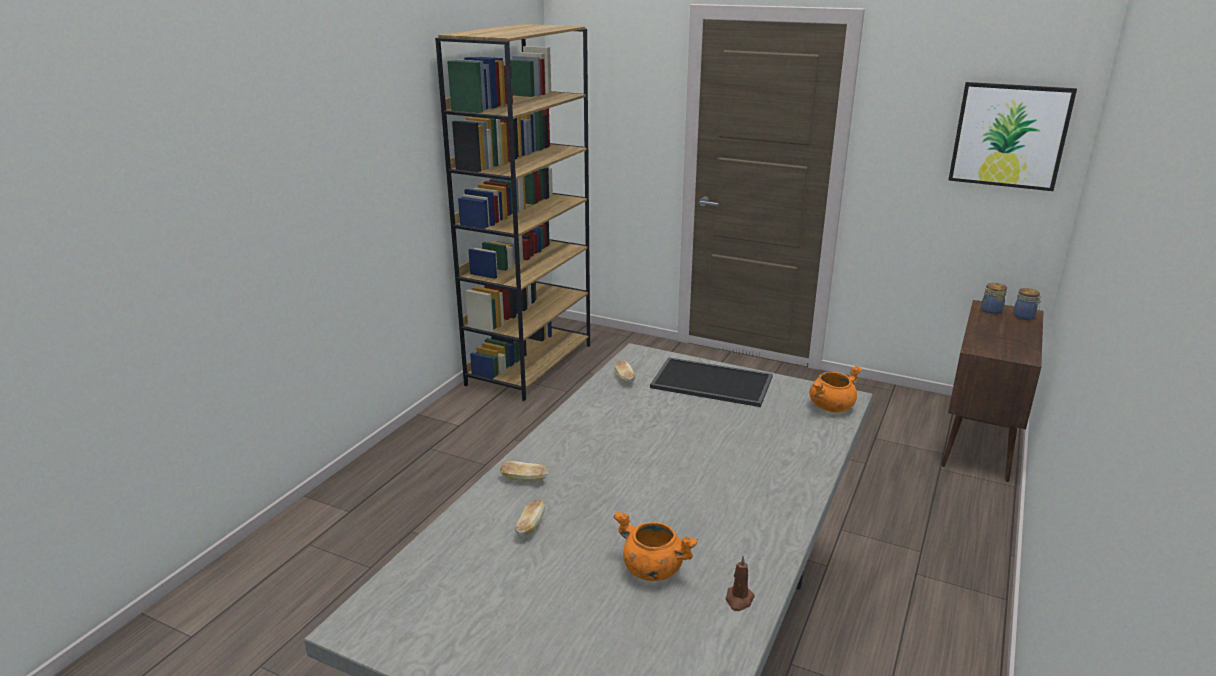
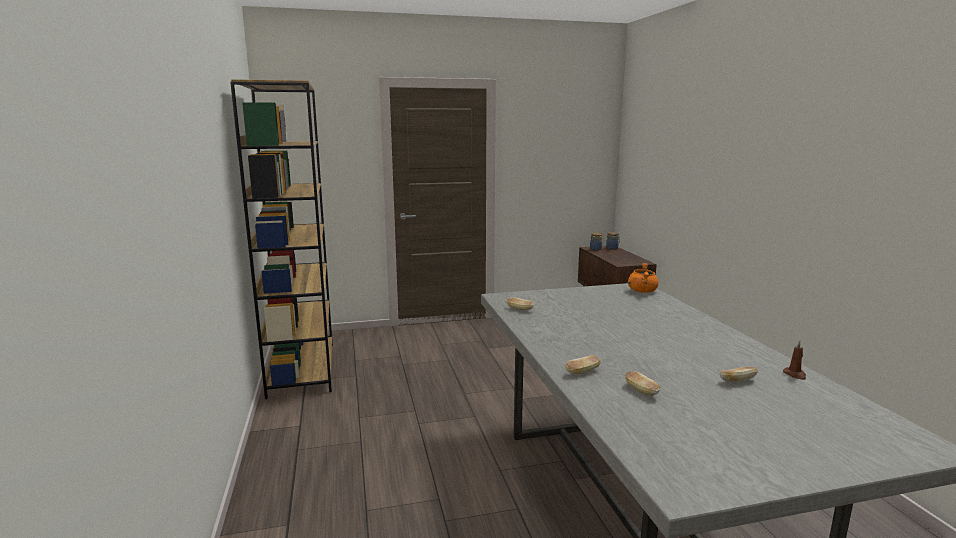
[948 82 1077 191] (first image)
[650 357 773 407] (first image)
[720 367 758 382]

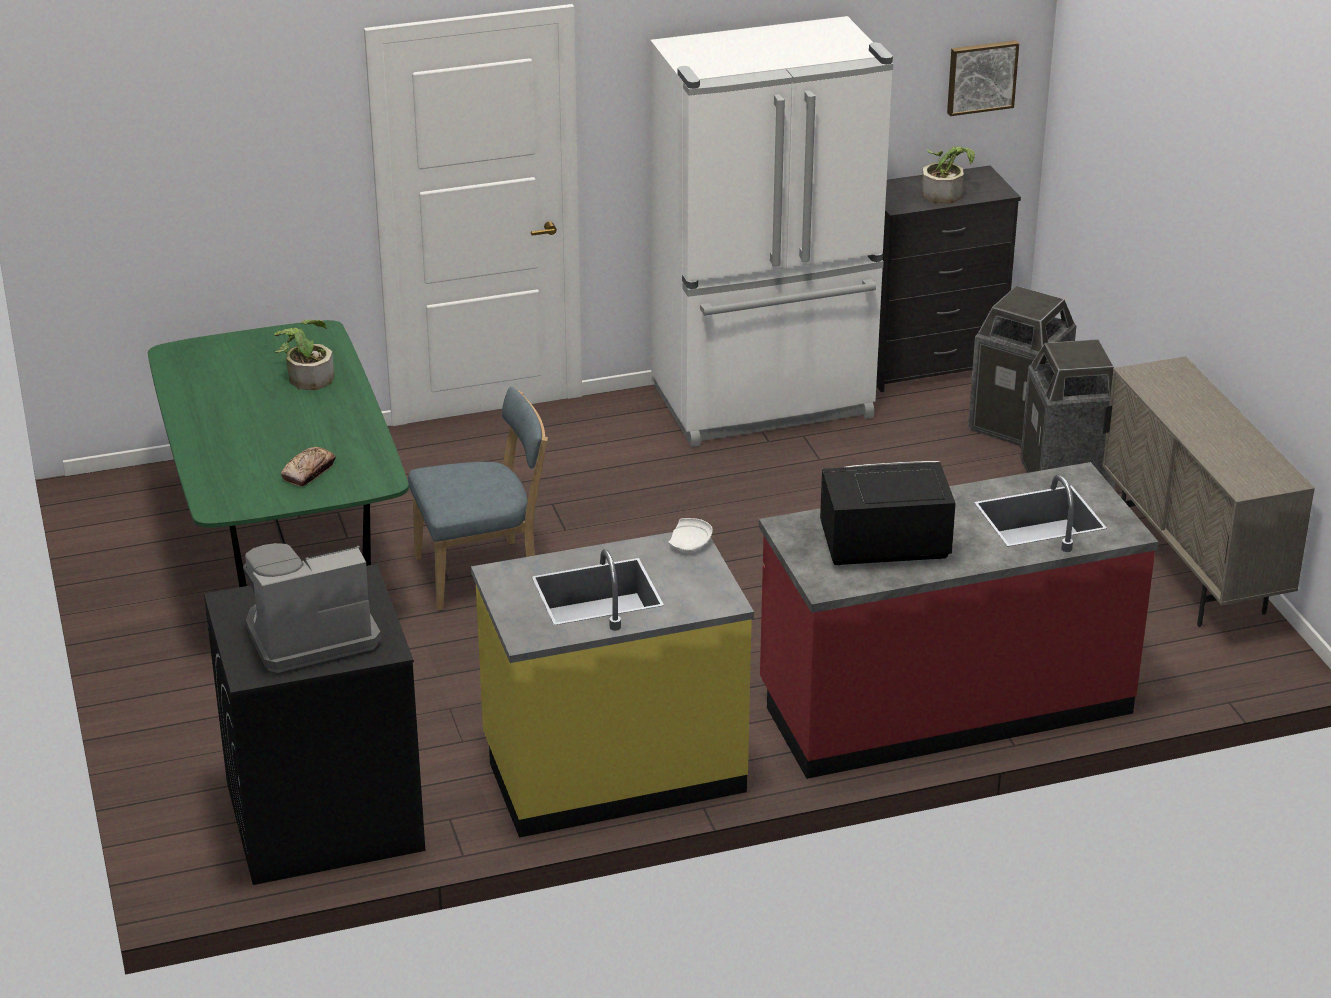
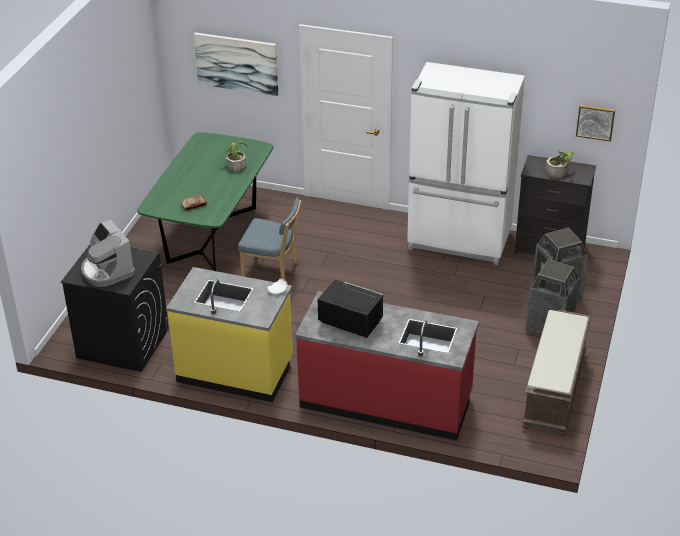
[522 310 591 436]
[81 220 135 287]
[194 33 278 96]

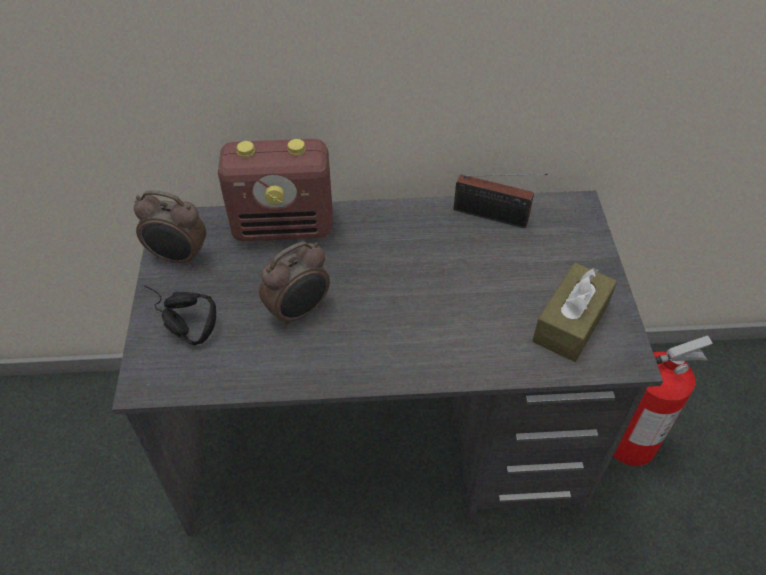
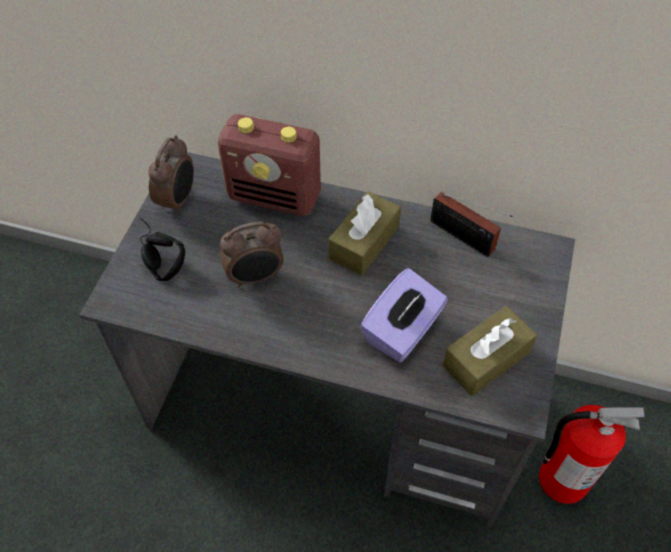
[148 135 194 215]
[328 191 401 276]
[360 268 448 363]

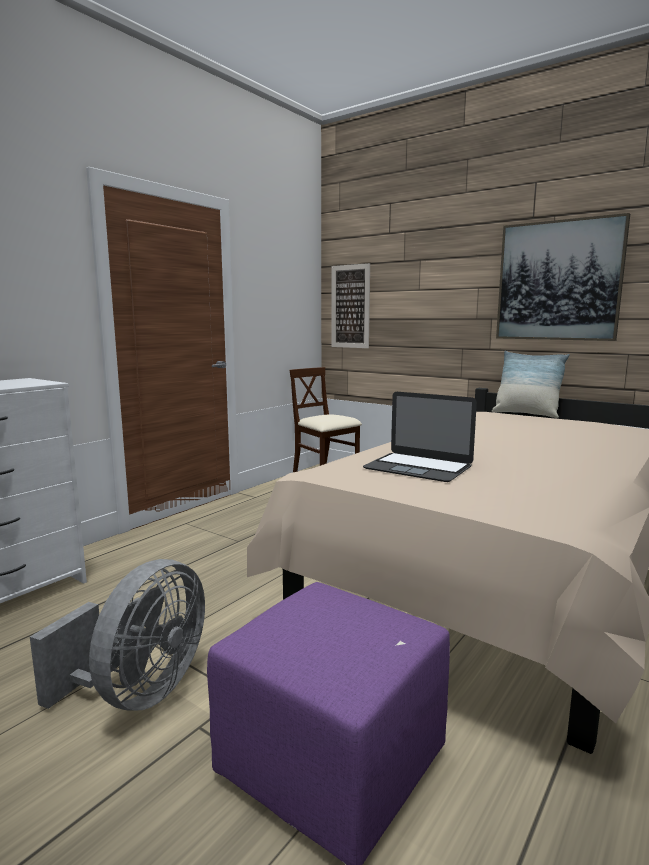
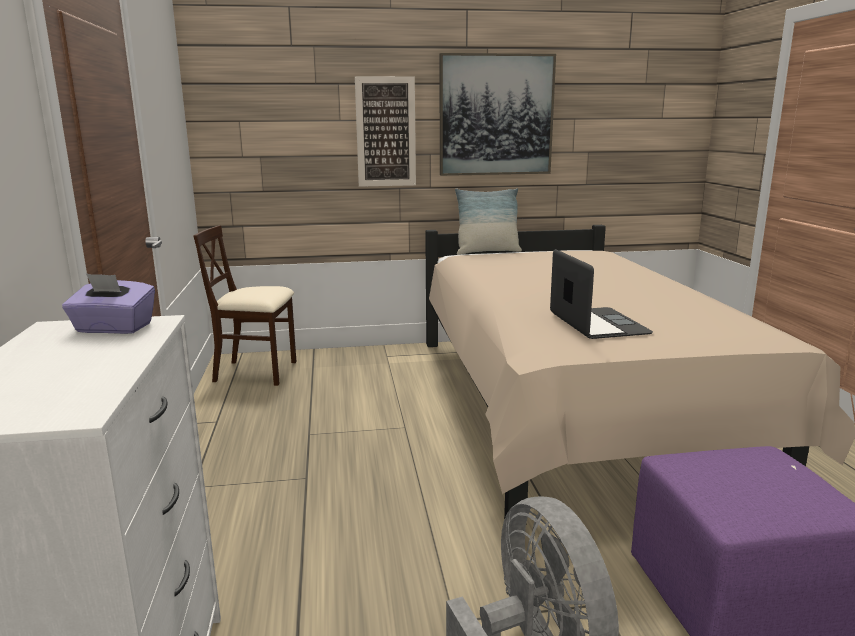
[355 76 416 187]
[550 249 653 339]
[62 273 155 334]

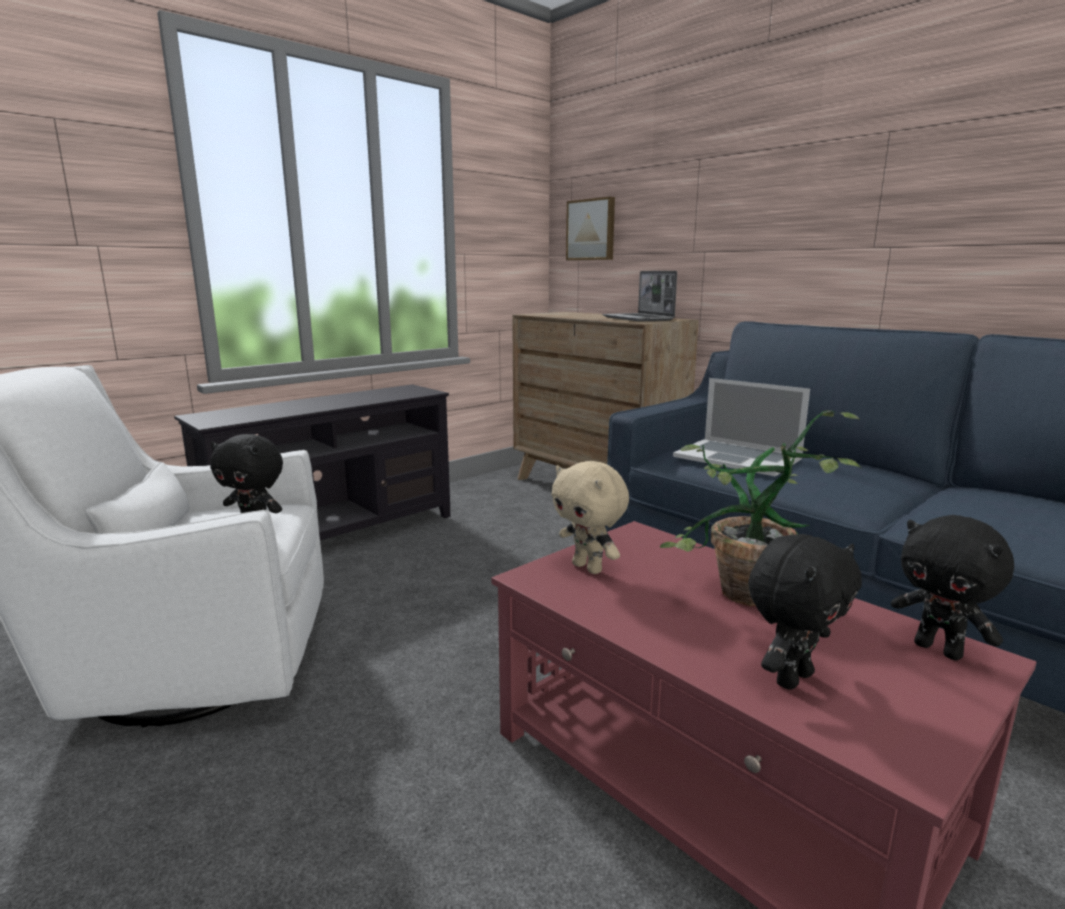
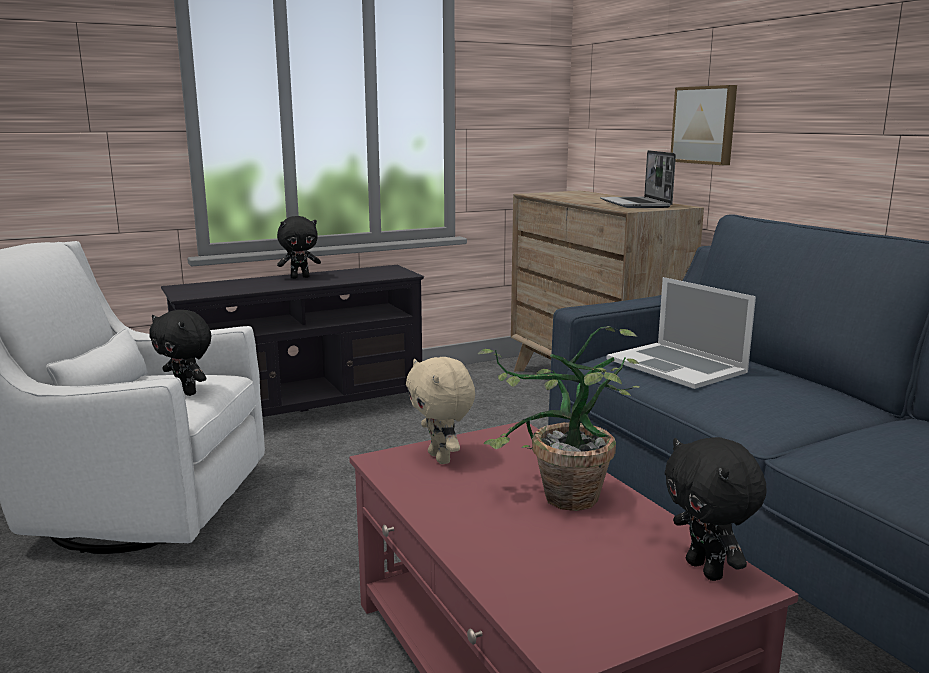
[671 85 737 165]
[277 216 321 279]

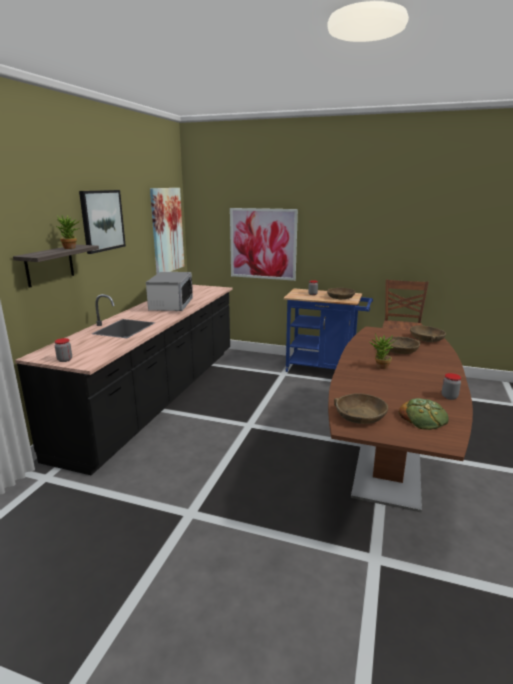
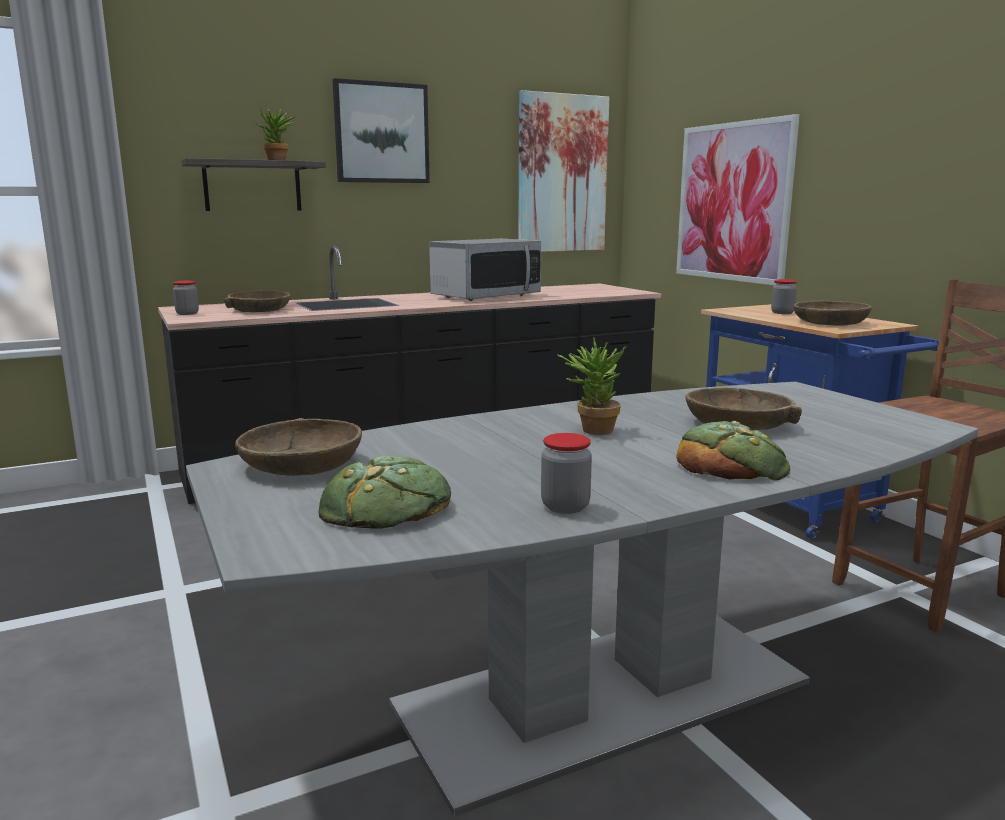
[186 382 979 816]
[224 290 290 312]
[676 421 790 481]

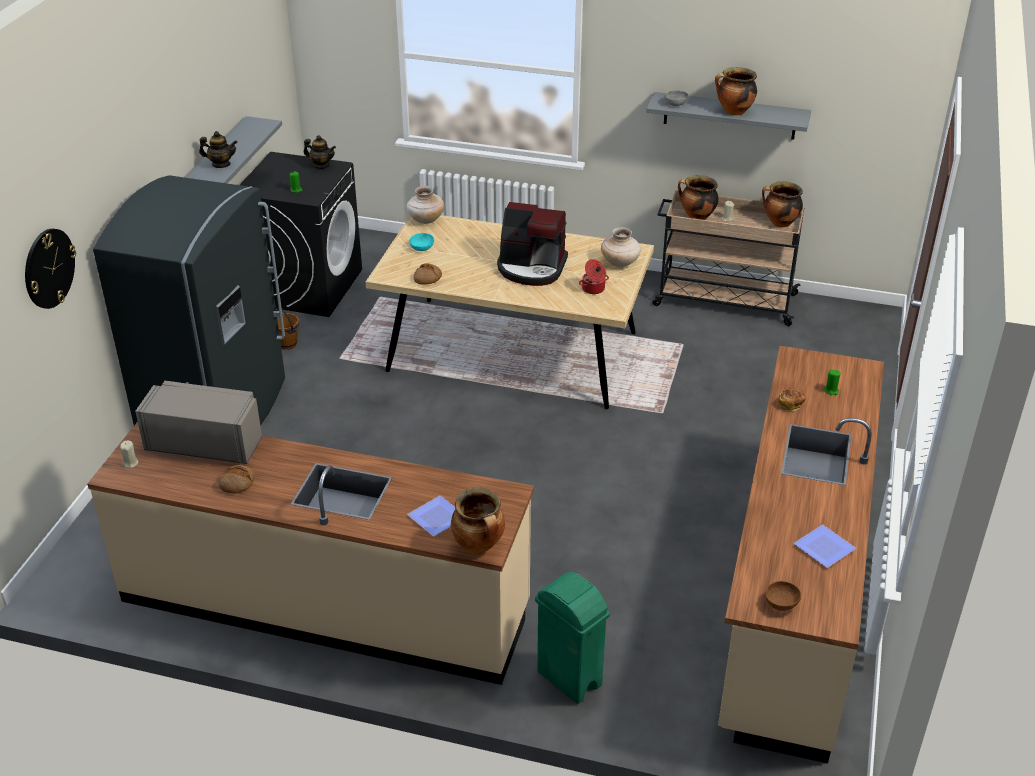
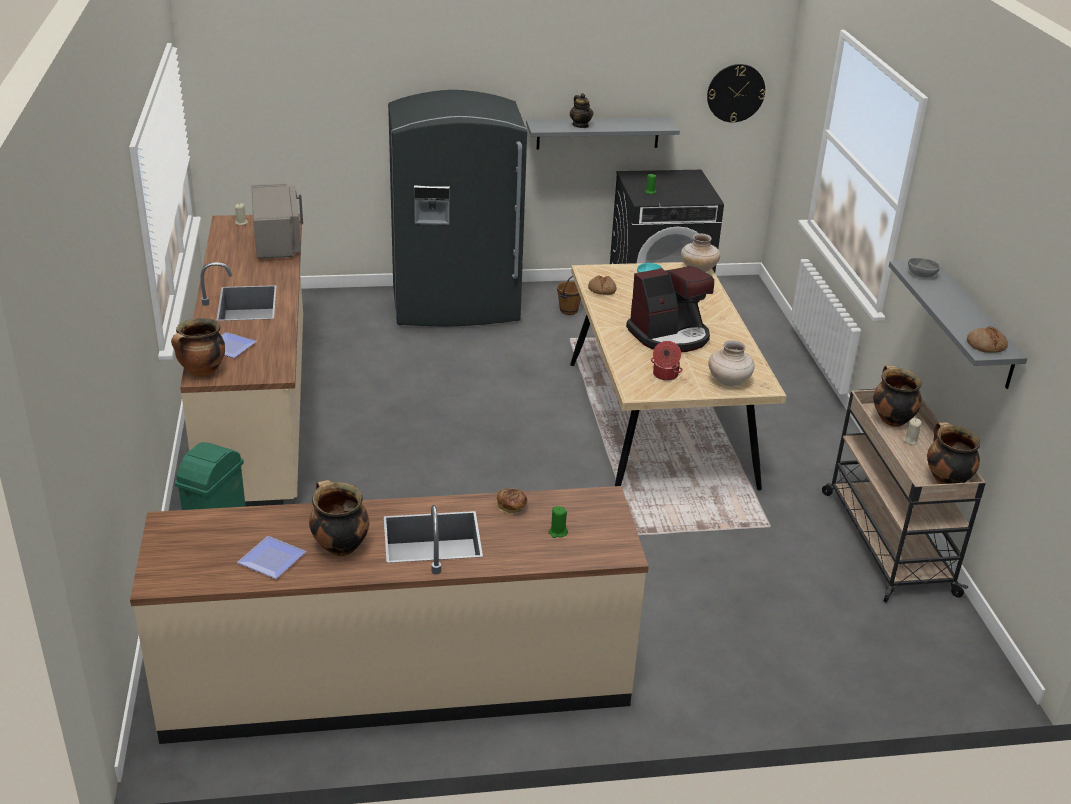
[309 480 369 556]
[304 135 336 169] (first image)
[626 266 714 352]
[707 64 765 123]
[967 326 1008 353]
[765 581 801 611] (first image)

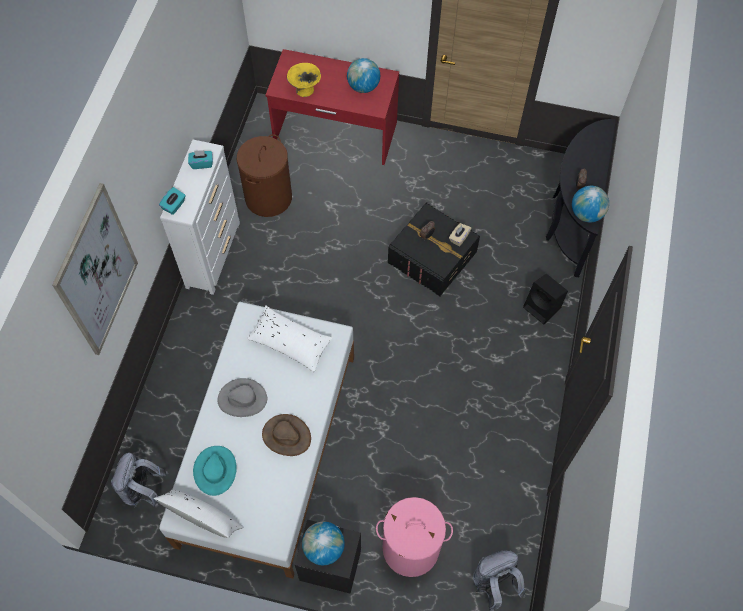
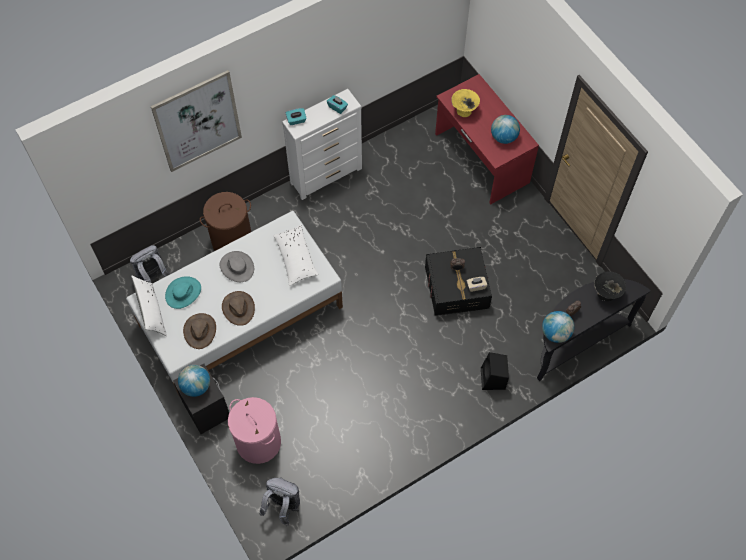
[200 192 251 251]
[594 271 626 301]
[183 313 216 349]

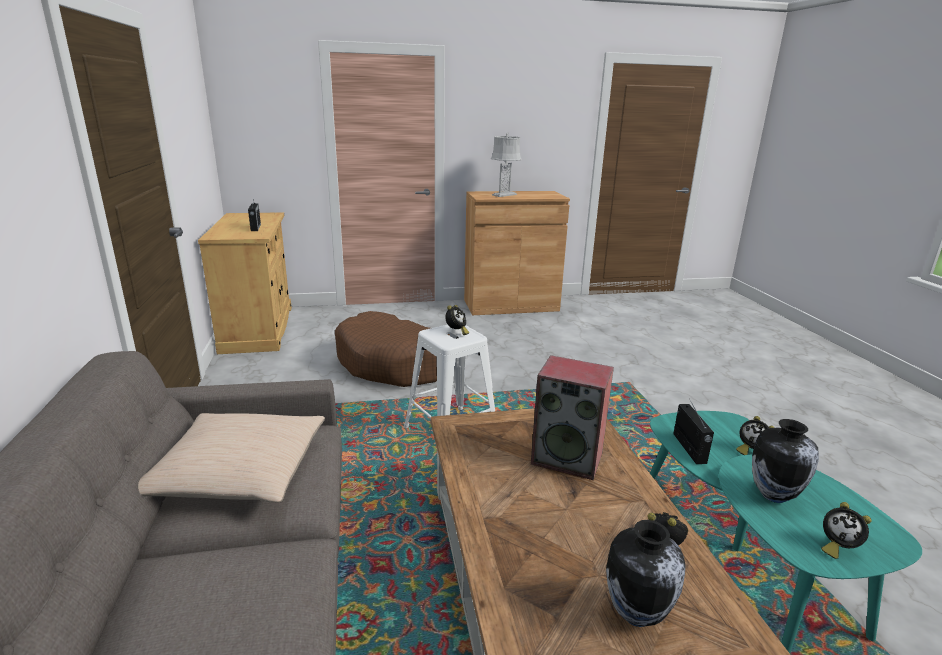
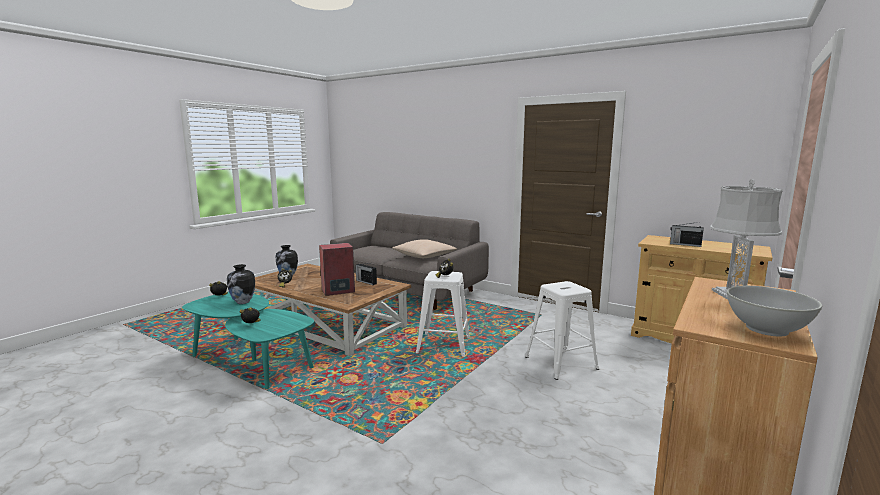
[525 281 599 380]
[356 263 377 285]
[727 286 822 337]

